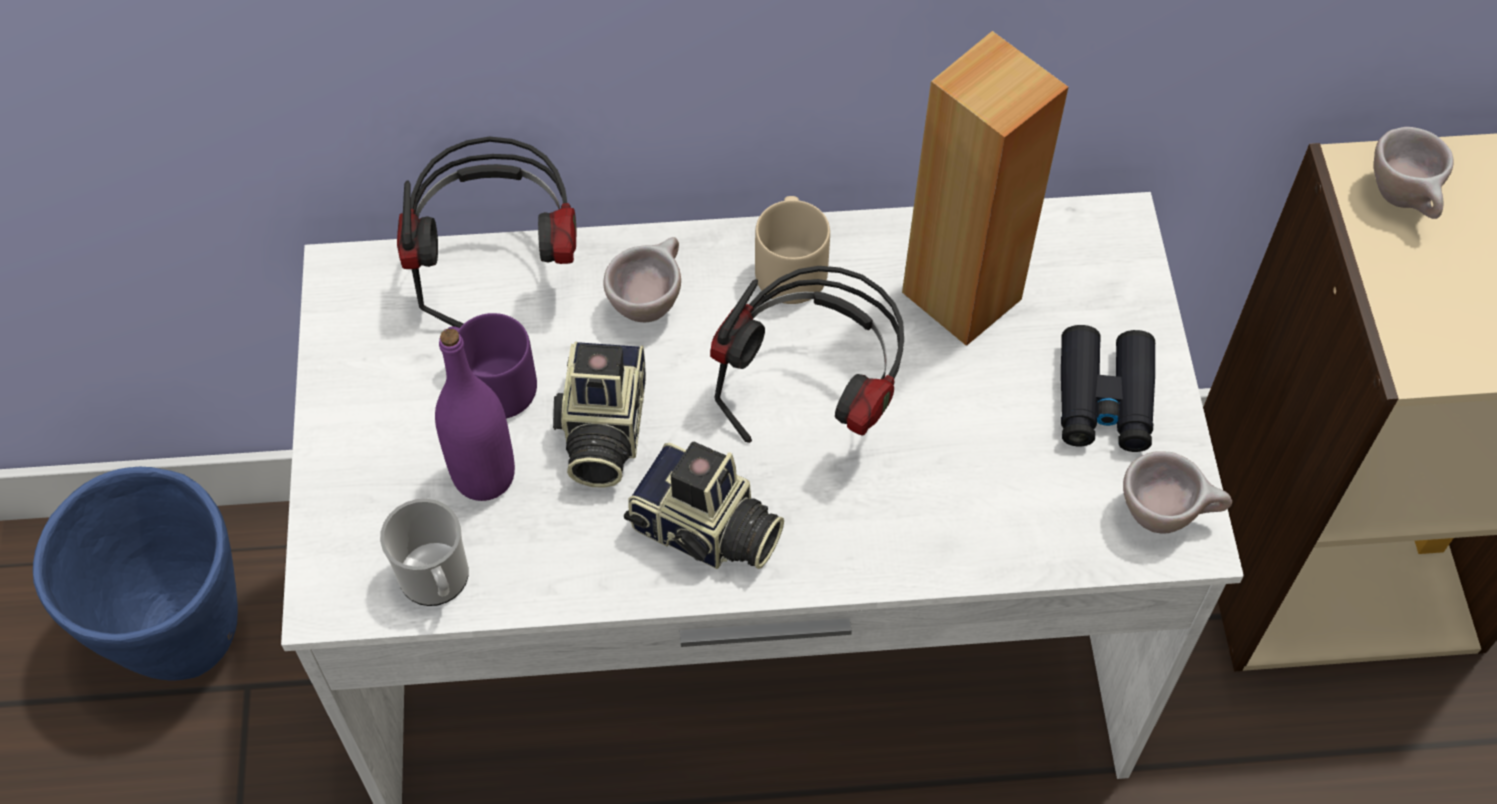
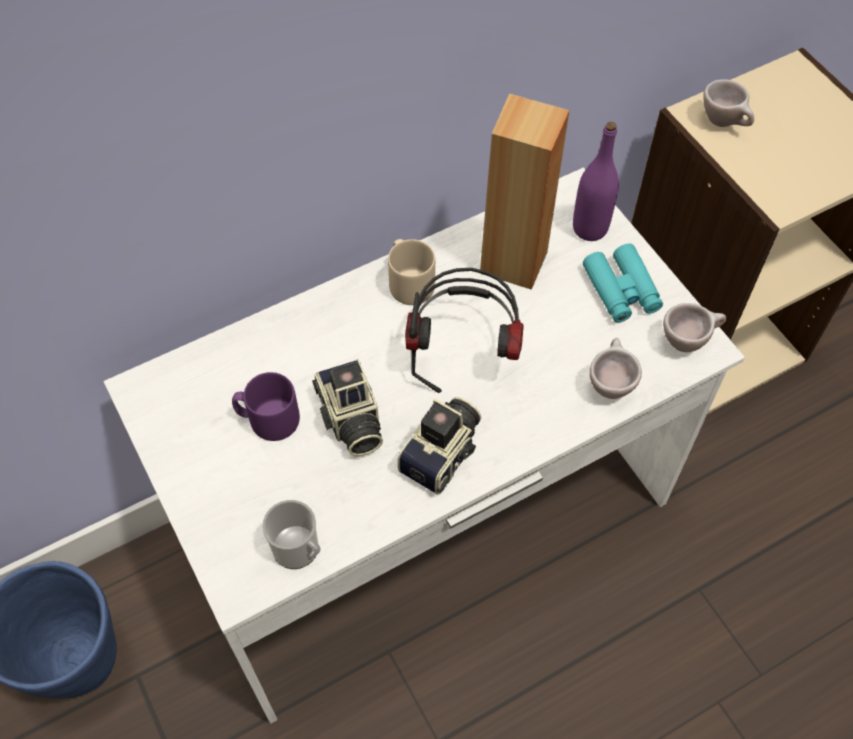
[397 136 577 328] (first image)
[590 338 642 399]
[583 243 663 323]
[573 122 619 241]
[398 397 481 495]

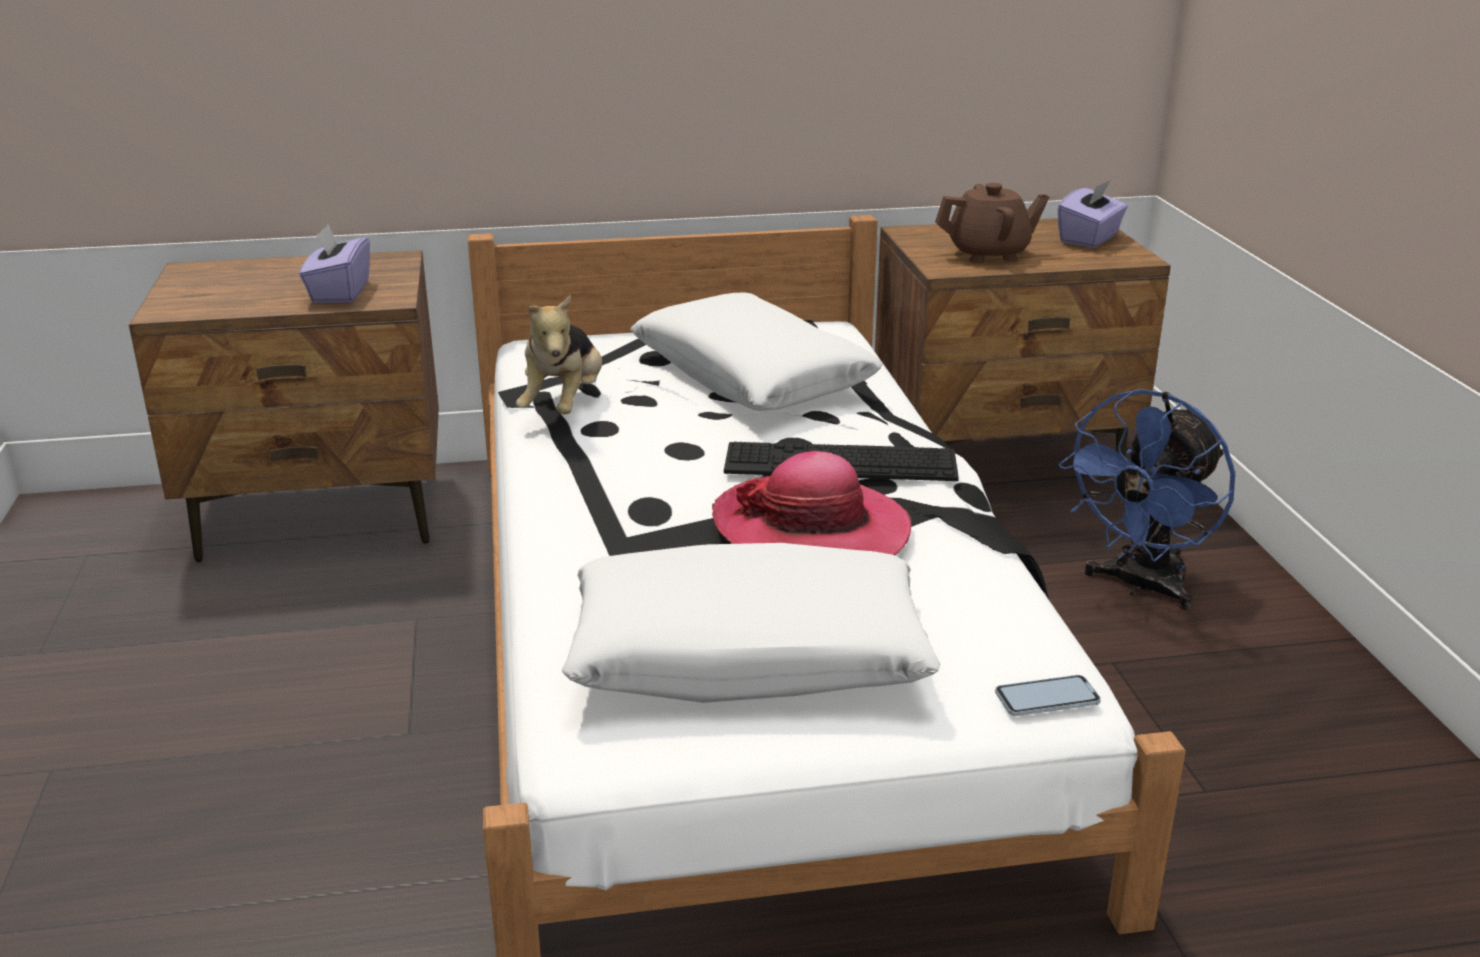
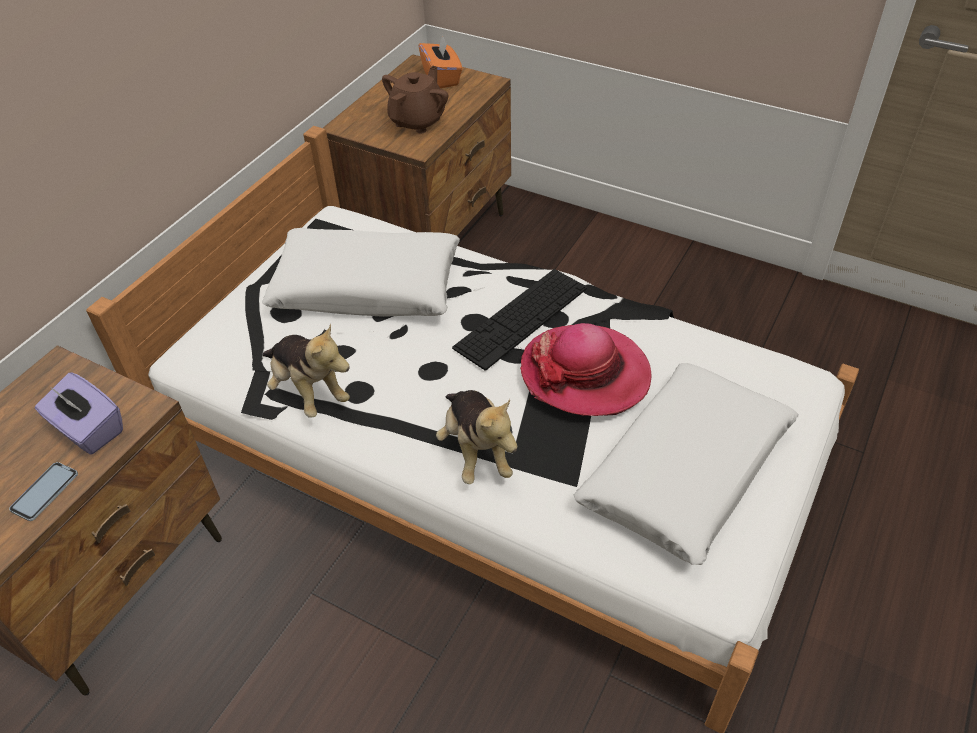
[419 35 462 88]
[1058 389 1235 610] (first image)
[9 462 78 521]
[436 390 517 484]

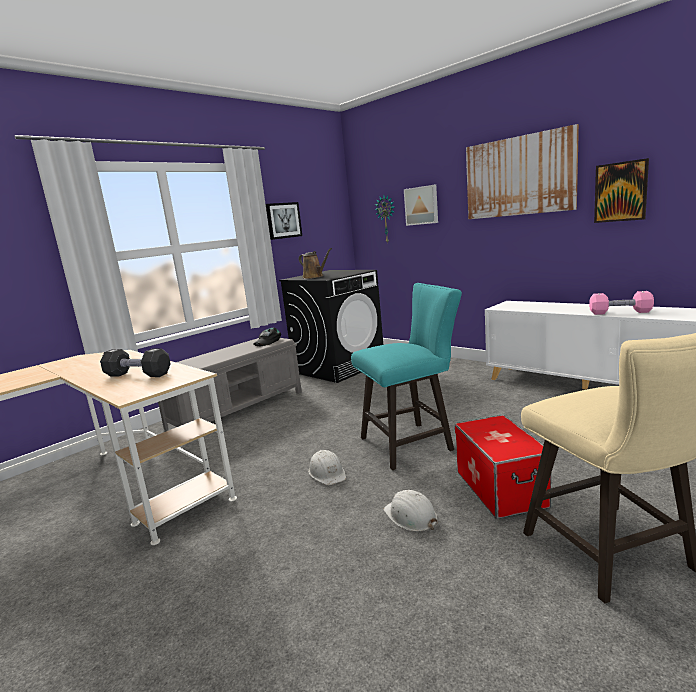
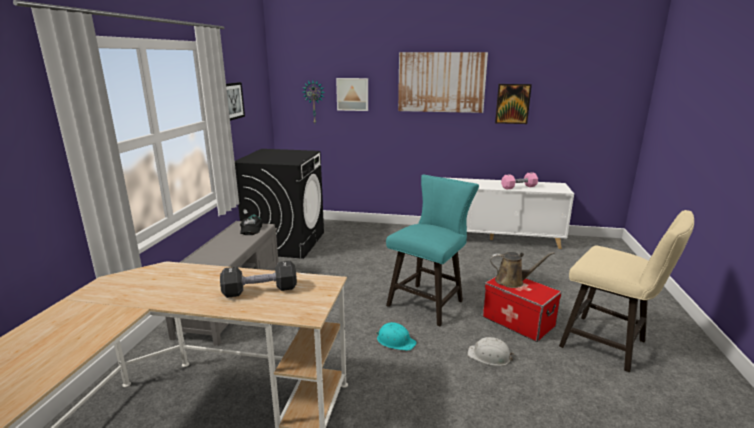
[490 252 554 288]
[376 322 417 351]

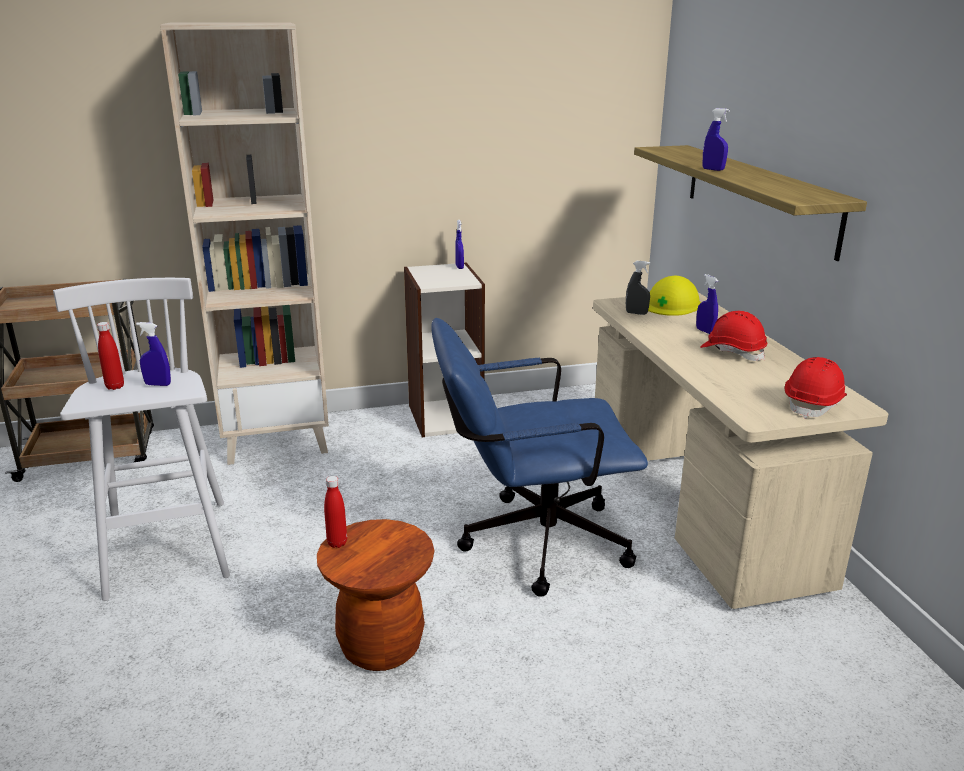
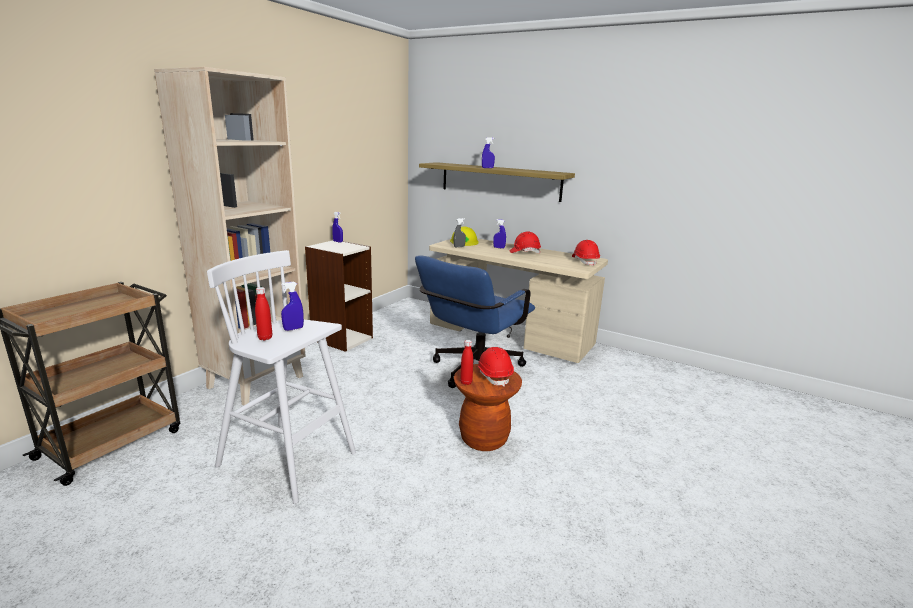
[476 347 514 387]

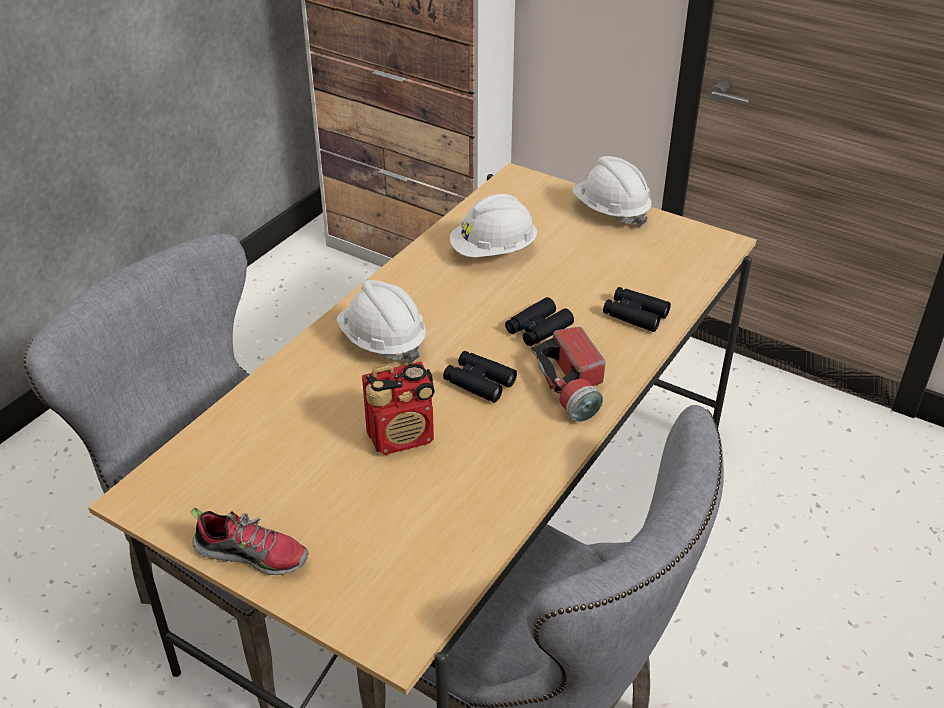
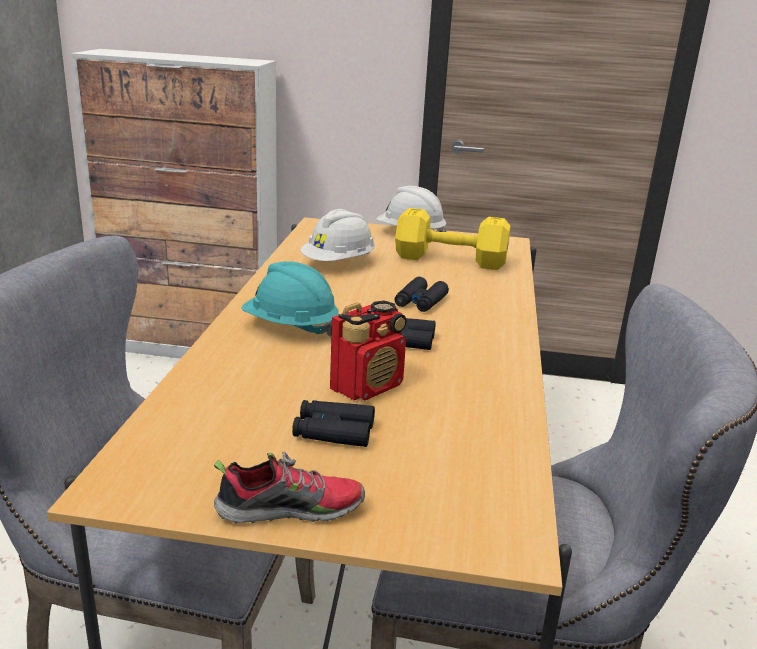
[242 261 339 337]
[292 400 375 447]
[531 327 606 422] (first image)
[395 208 510 270]

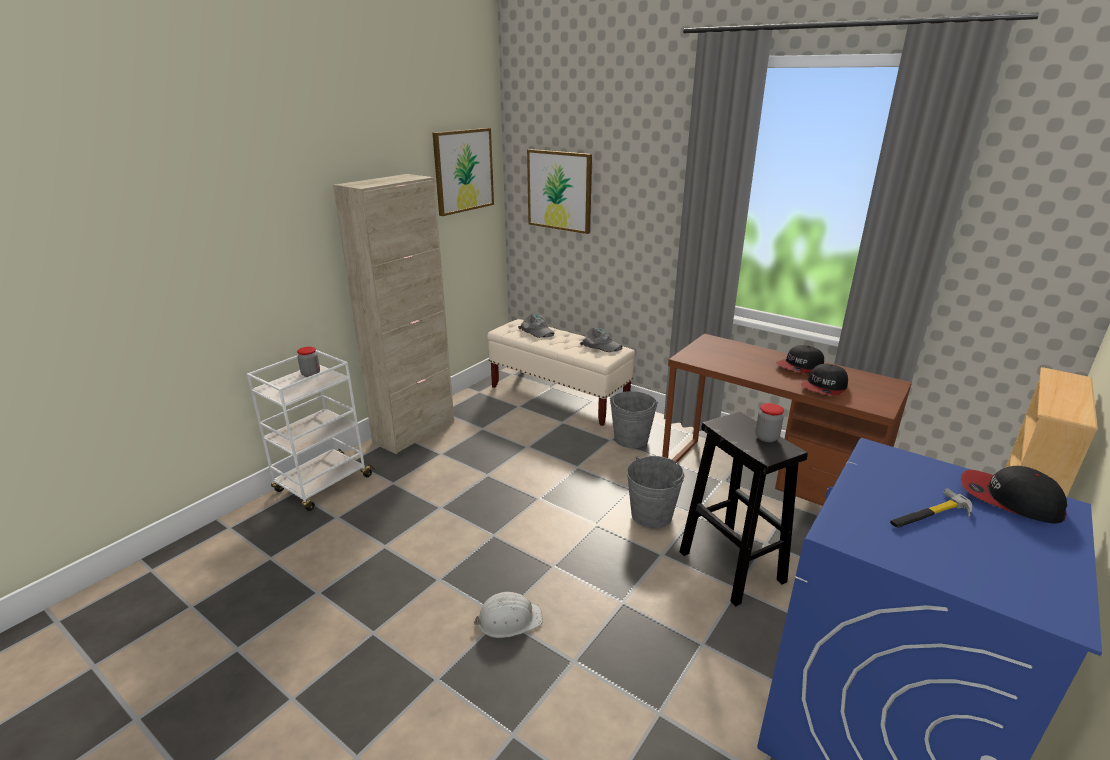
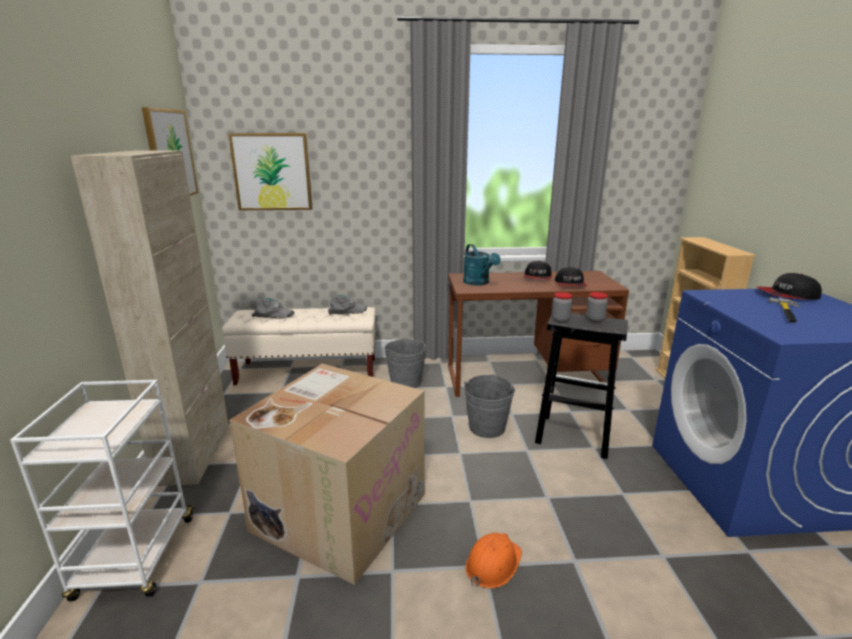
[552 292 573 323]
[465 533 522 589]
[463 244 500 286]
[229 364 425 585]

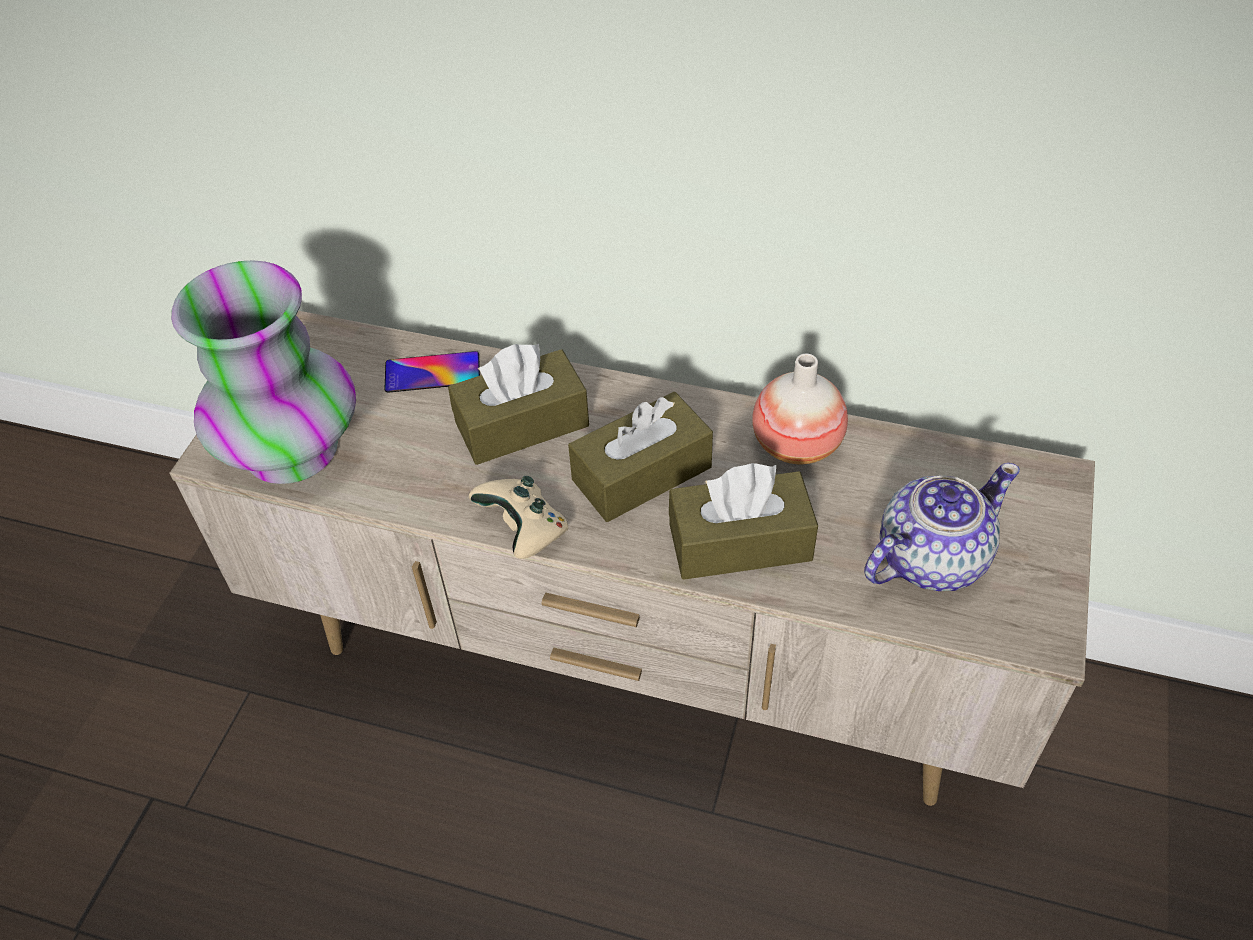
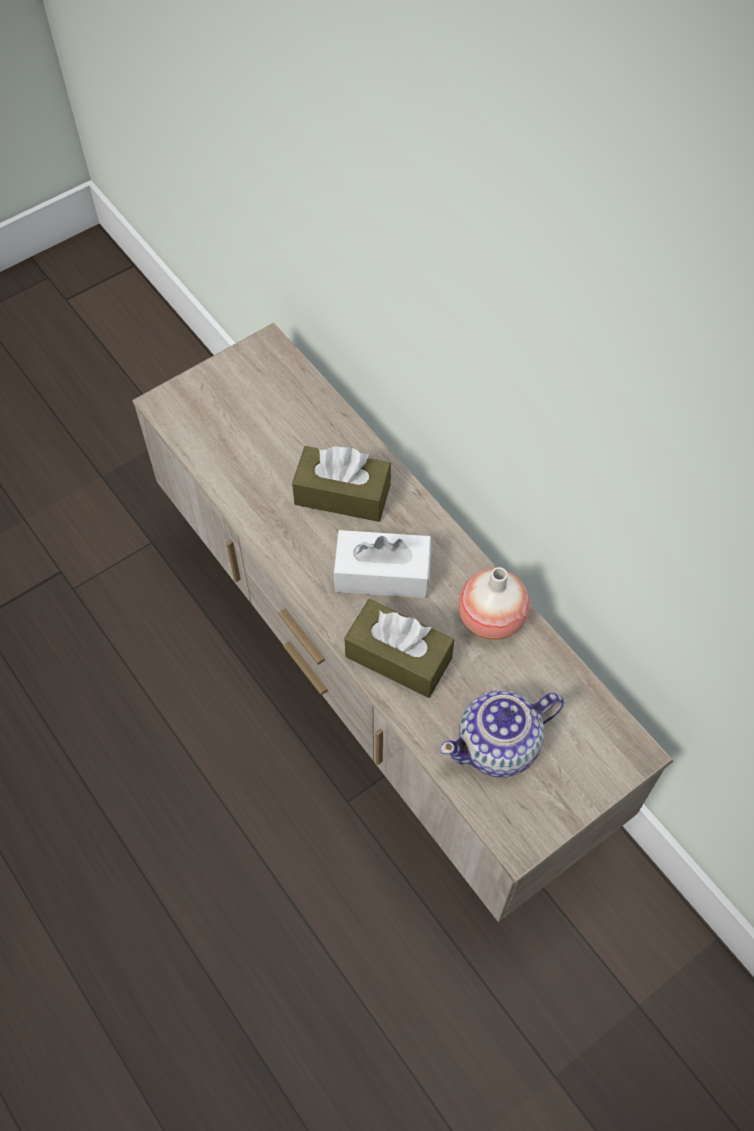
[171 260 356 484] (first image)
[385 351 480 393] (first image)
[333 530 431 598]
[439 690 564 777]
[469 476 569 559] (first image)

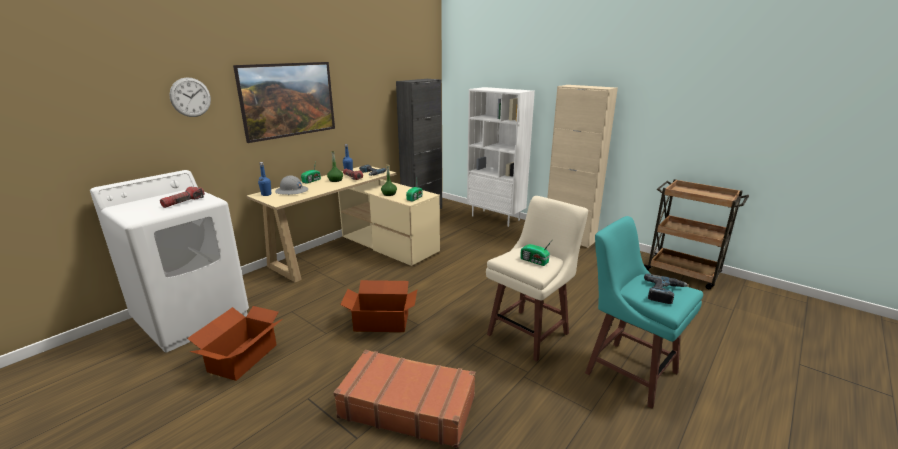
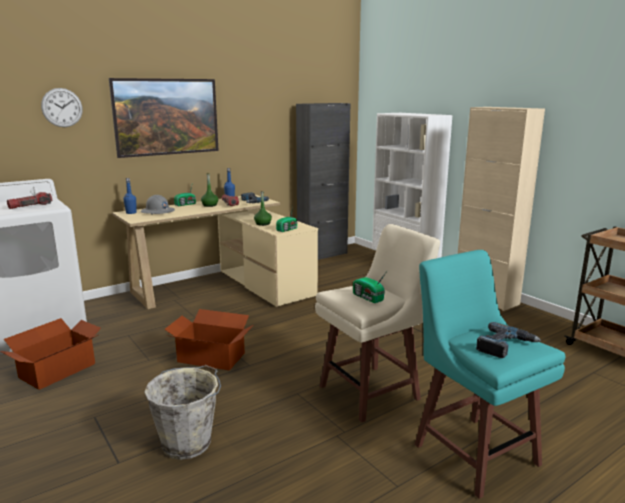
[144 365 221 460]

